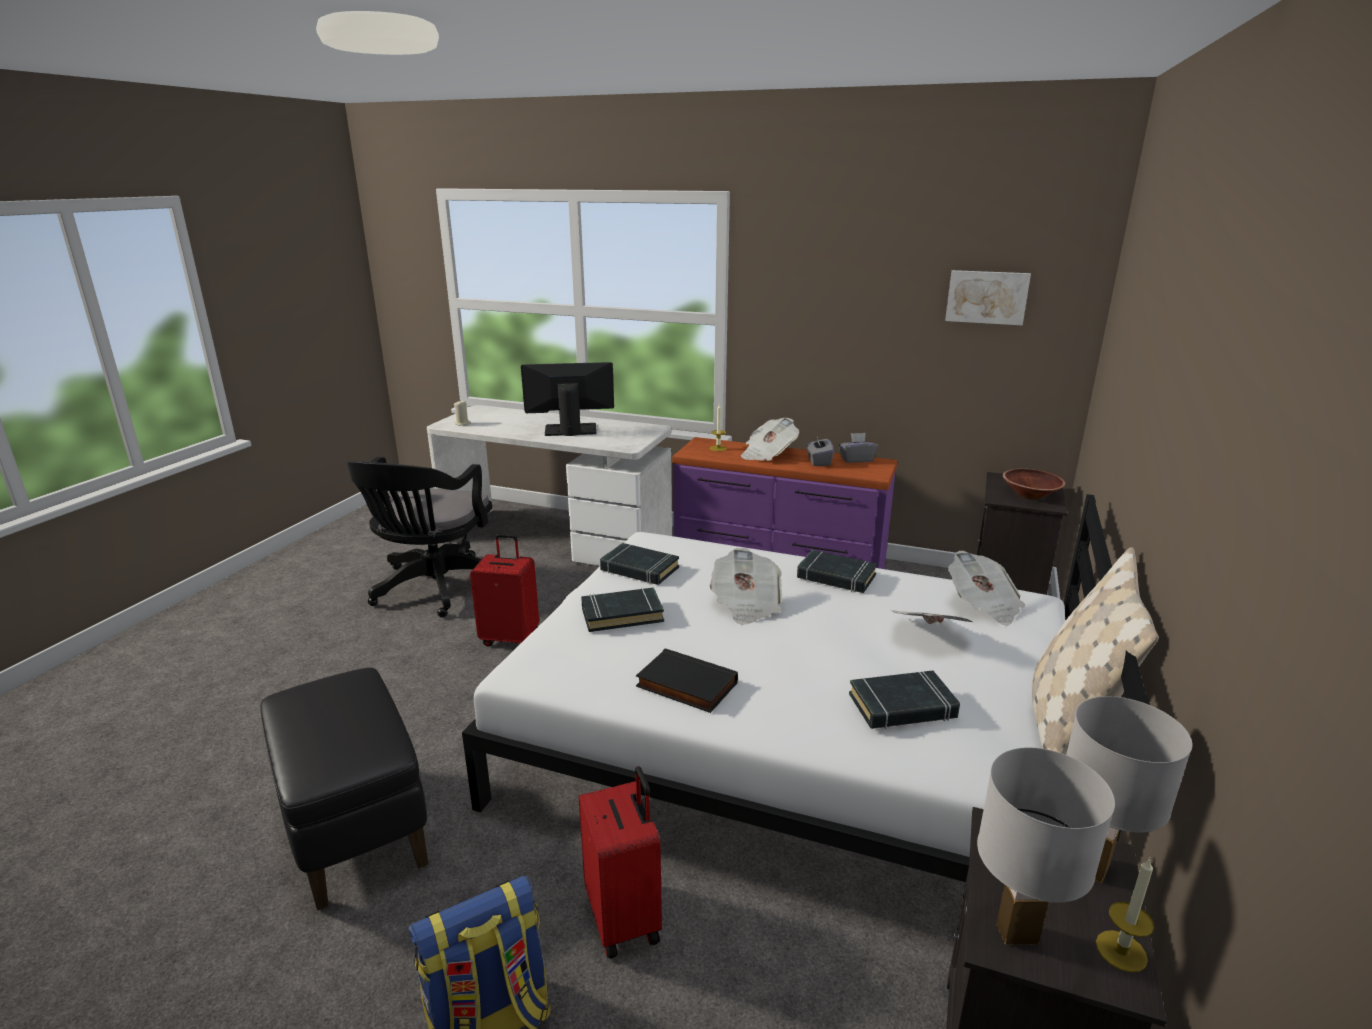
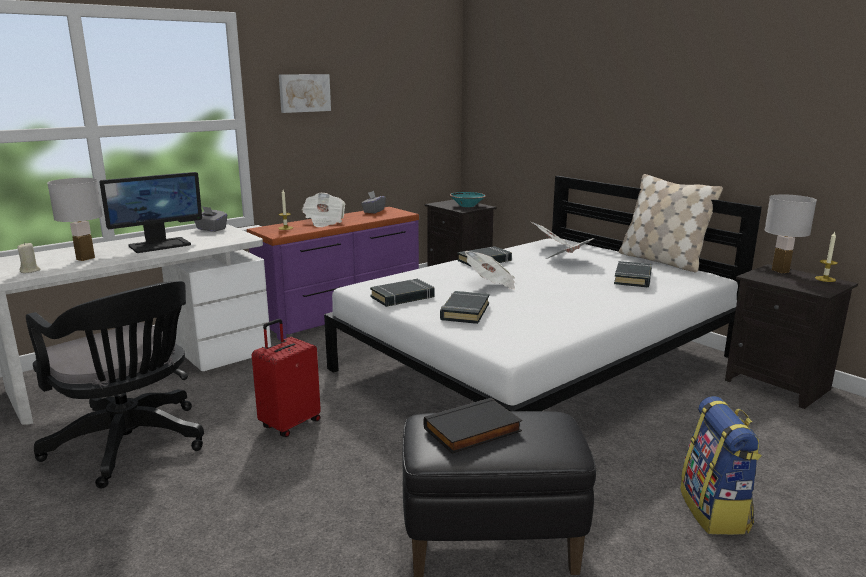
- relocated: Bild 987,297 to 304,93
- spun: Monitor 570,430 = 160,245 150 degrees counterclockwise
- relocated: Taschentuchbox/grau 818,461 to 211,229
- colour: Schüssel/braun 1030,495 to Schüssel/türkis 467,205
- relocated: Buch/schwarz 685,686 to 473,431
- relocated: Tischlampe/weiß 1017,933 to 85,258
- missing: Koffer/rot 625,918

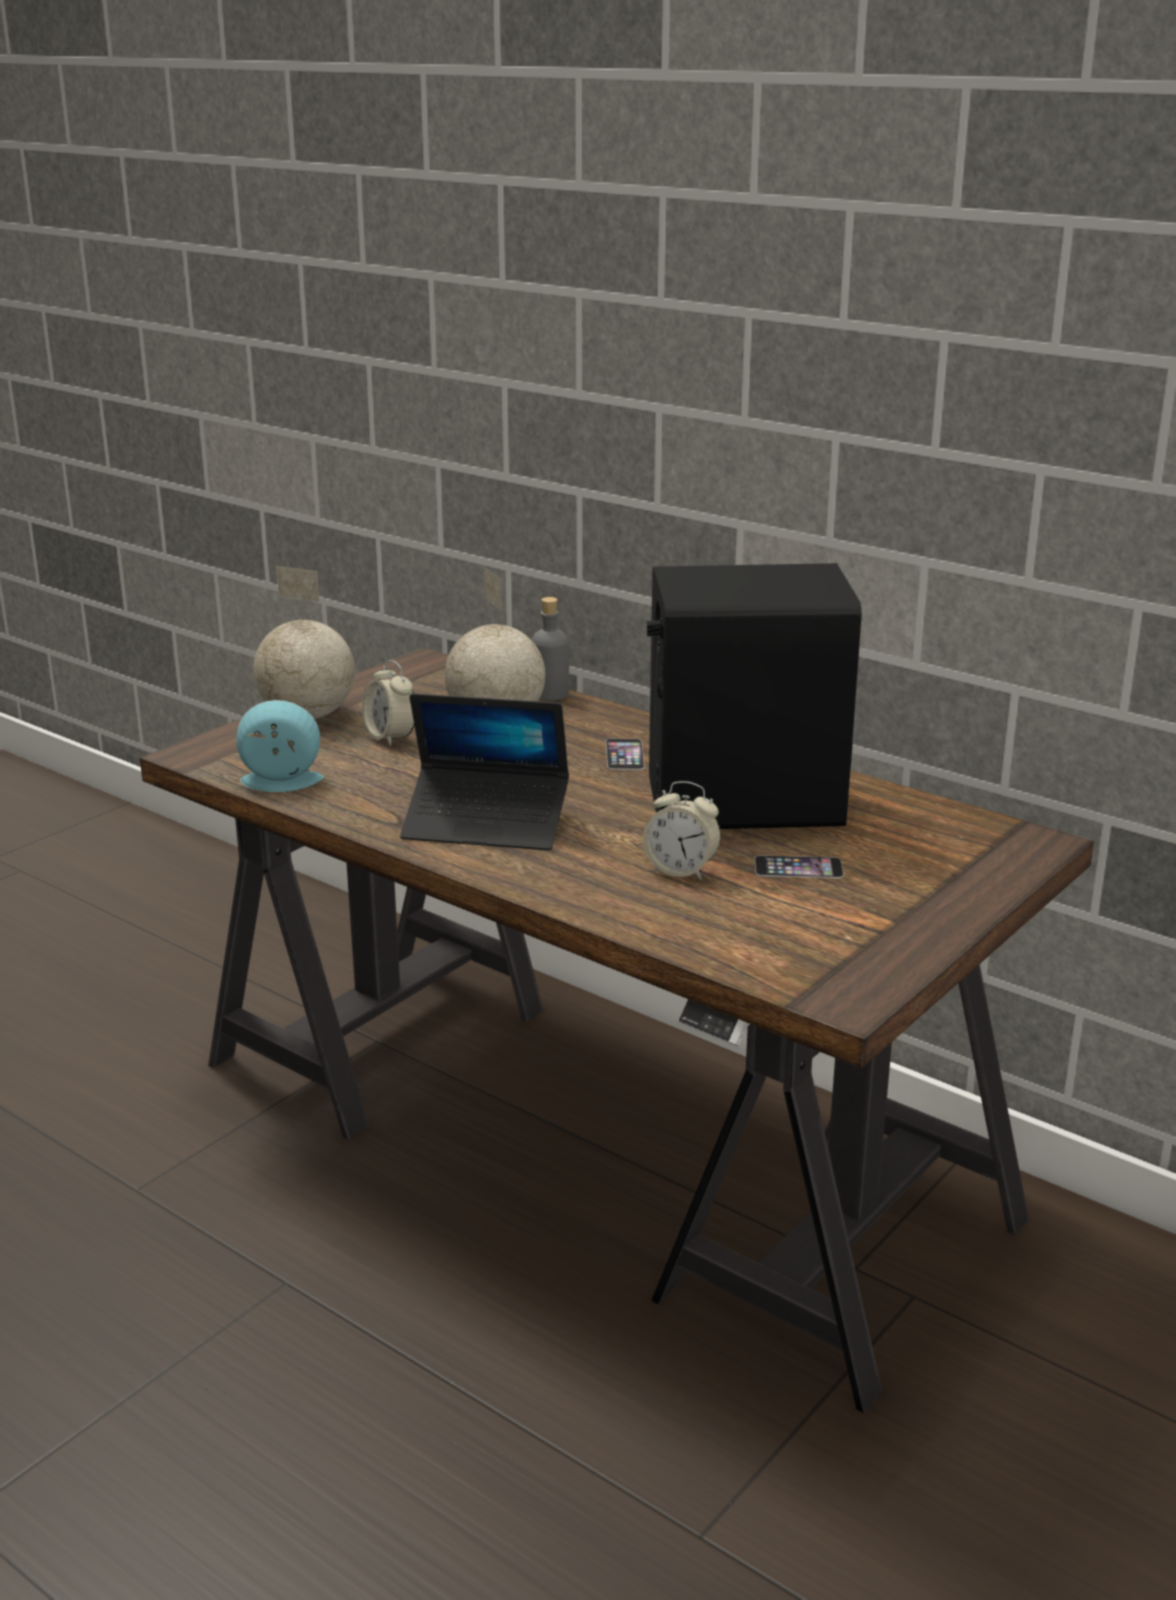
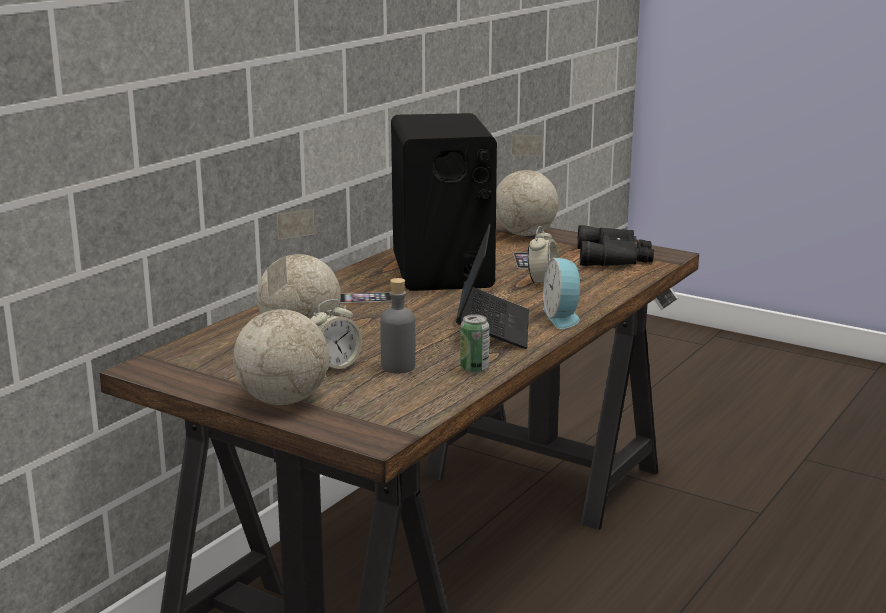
- relocated: Flasche/grau 550,694 to 398,367
- relocated: Wecker 280,783 to 563,317
- appeared: Globus 525,234
- appeared: Fernglas/schwarz 615,257
- appeared: Dose 474,369

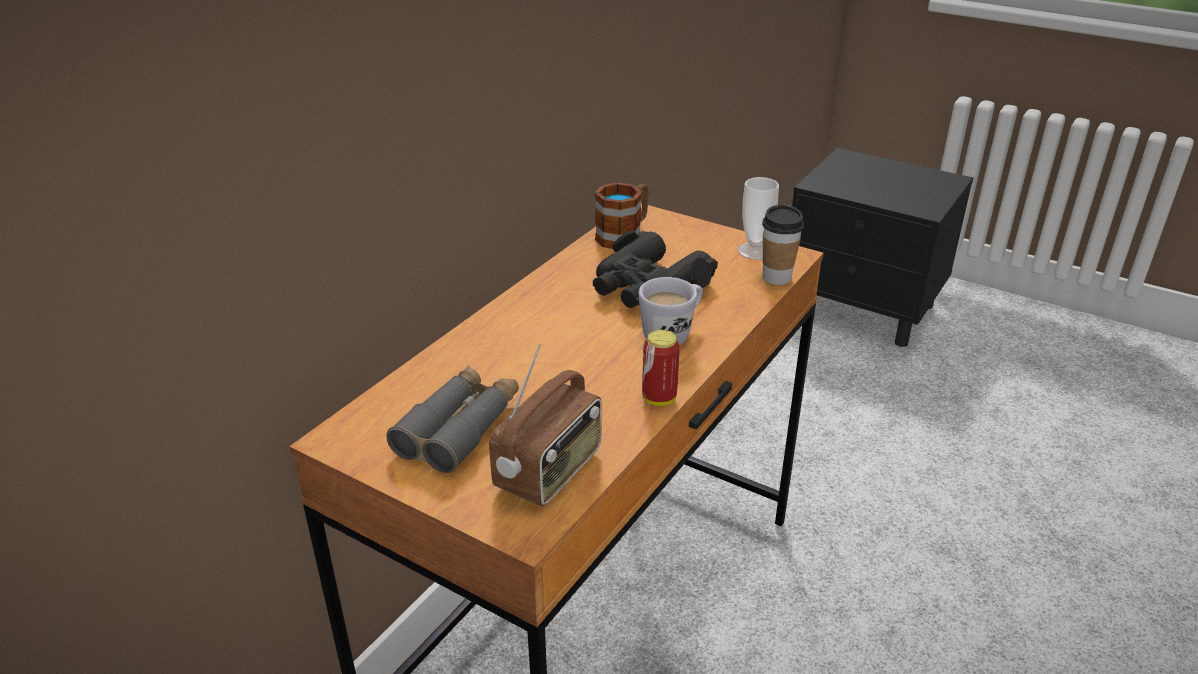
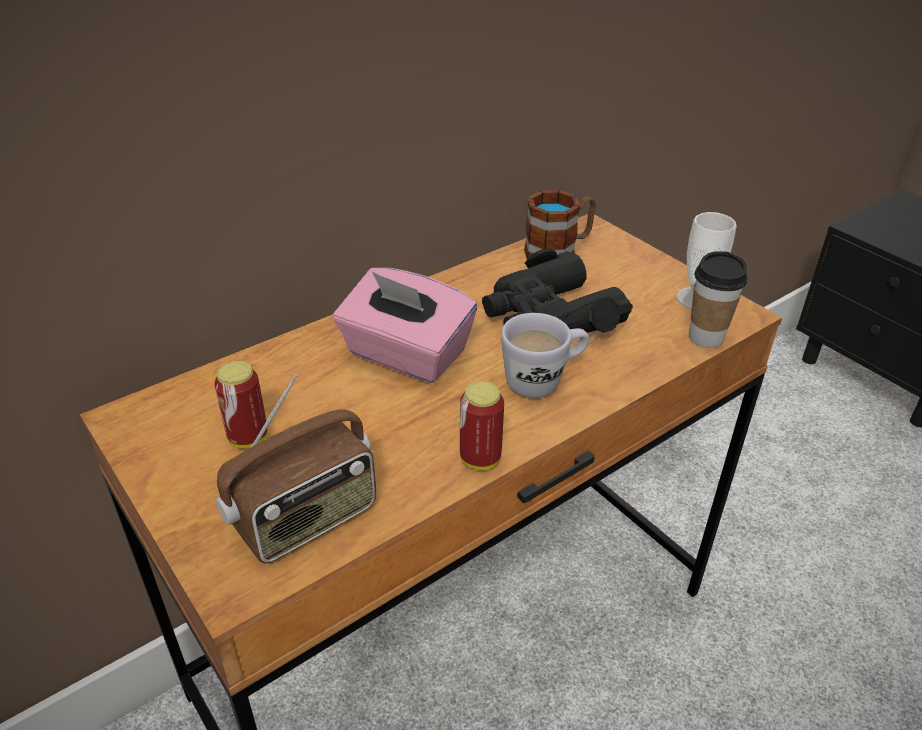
- exchanged: Fernglas/grau 459,428 to Dose 248,438
- appeared: Taschentuchbox/rosa 405,355

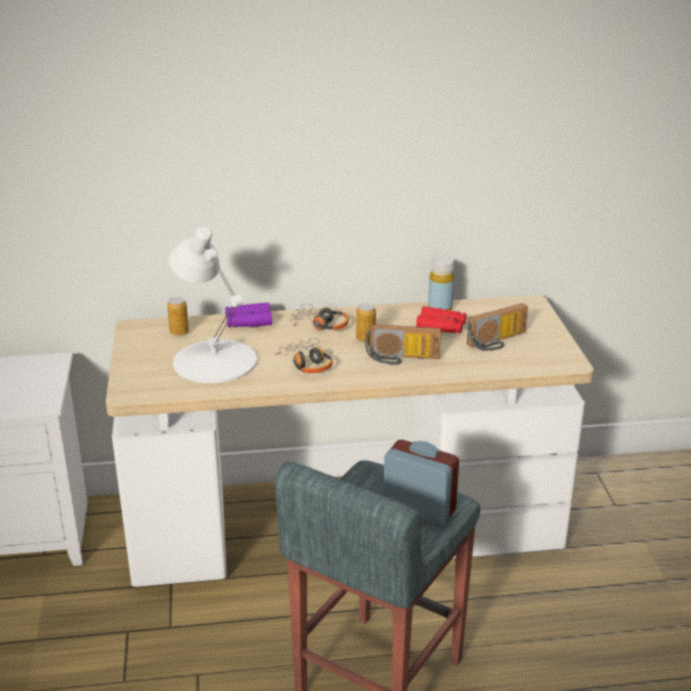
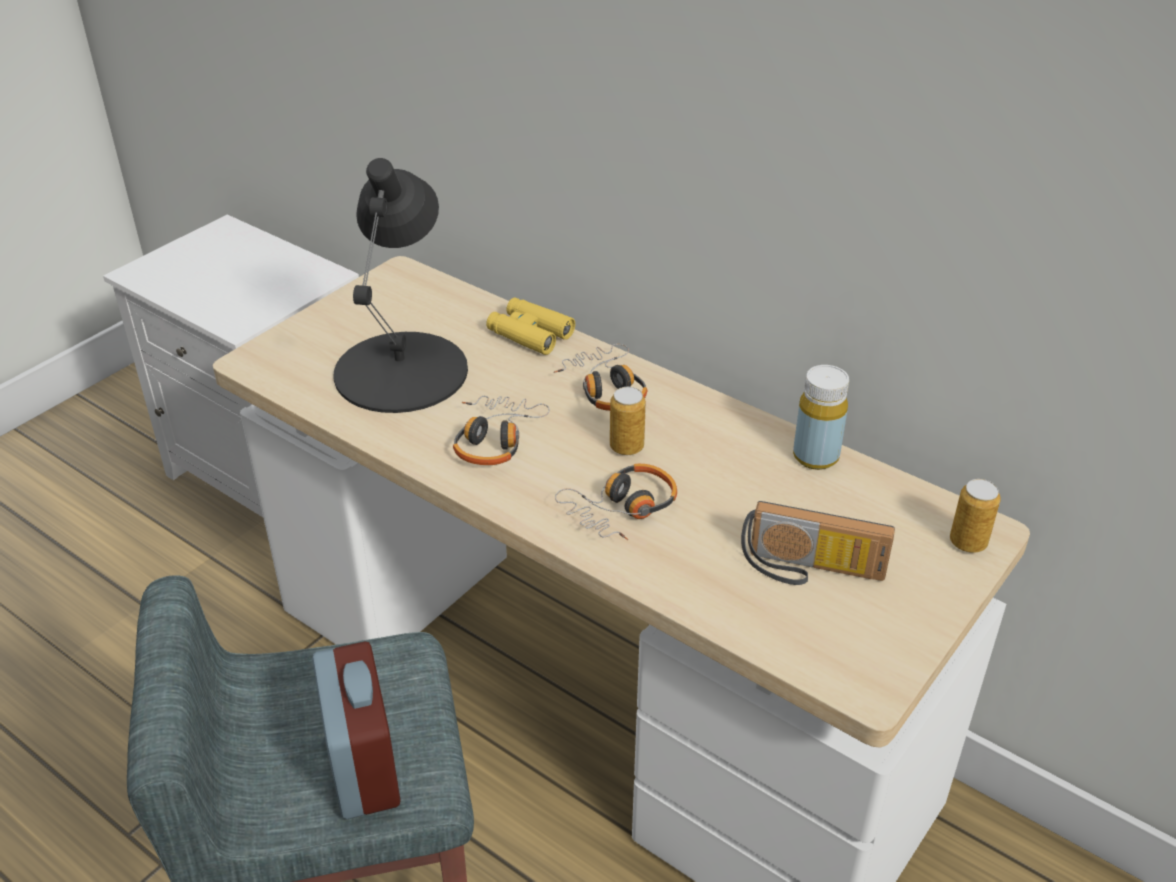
- colour: Tischlampe/weiß 215,360 to Tischlampe/schwarz 402,370
- relocated: Dose 179,332 to 968,542
- colour: Fernglas/lila 248,321 to Fernglas/gelb 530,334
- missing: Fernglas/rot 441,326
- exchanged: Radio 402,358 to Kopfhörer 622,510

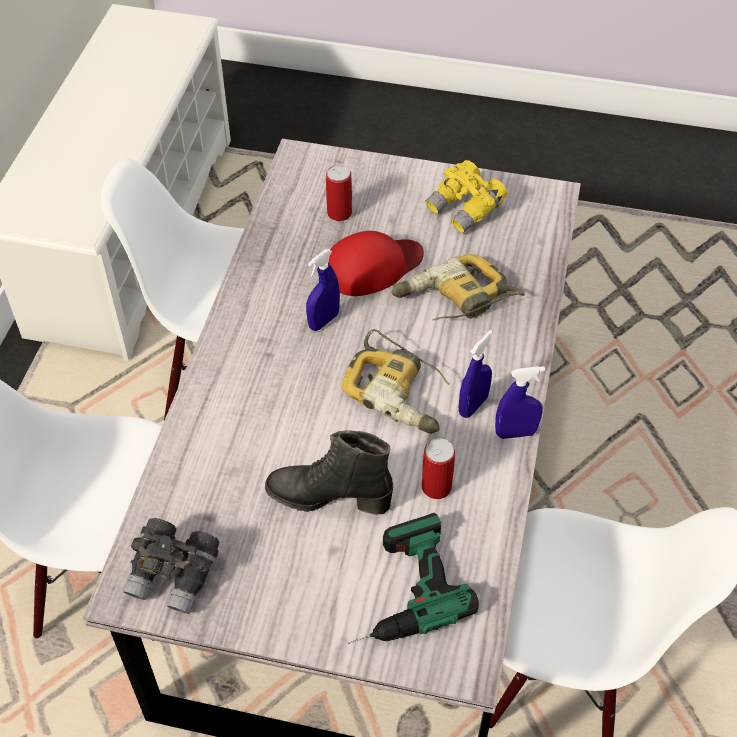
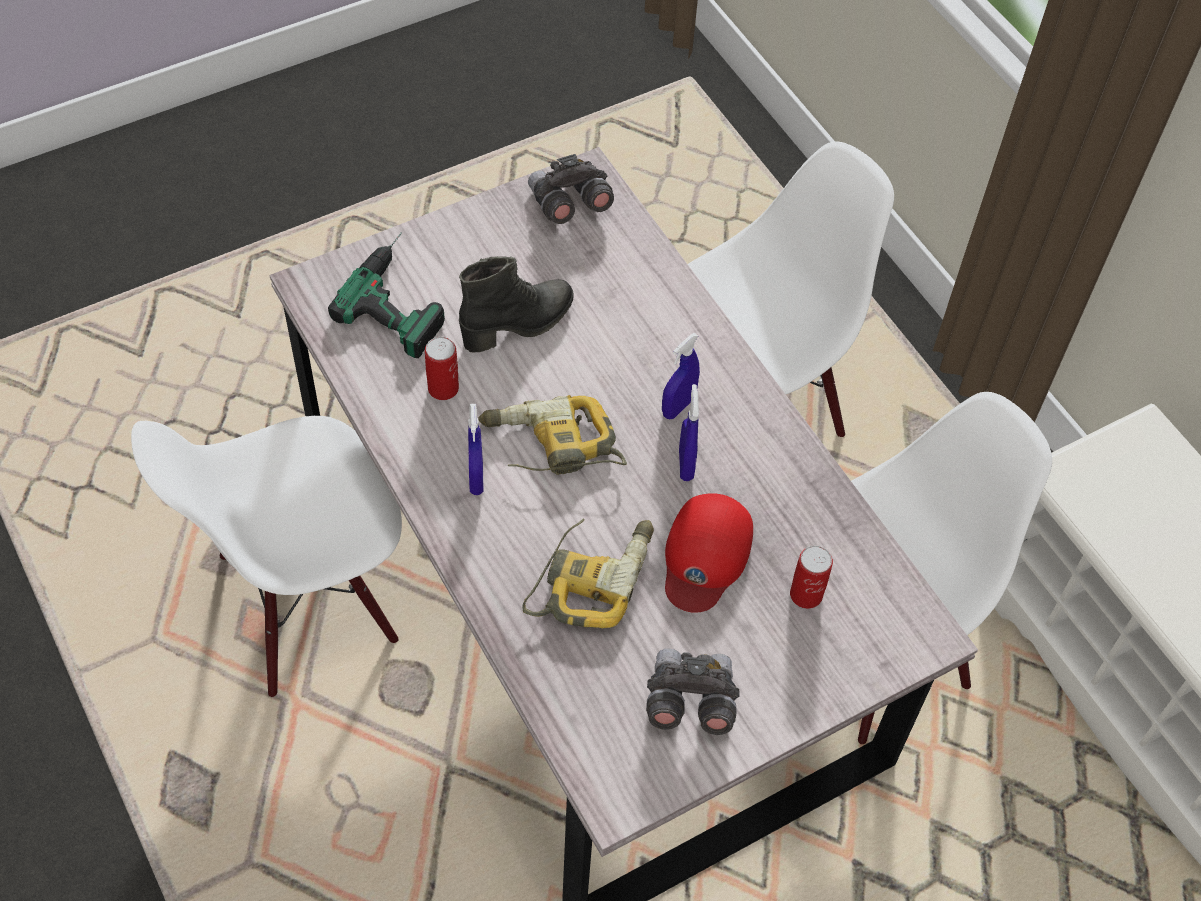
- colour: Fernglas/gelb 465,209 to Fernglas/grau 689,702
- relocated: Sprühflasche/blau 515,433 to 678,406

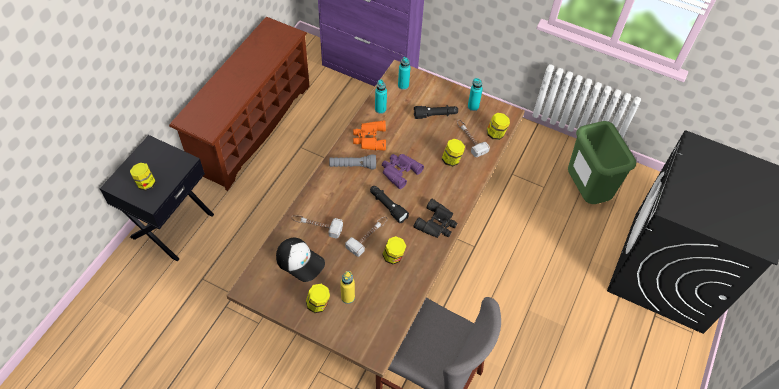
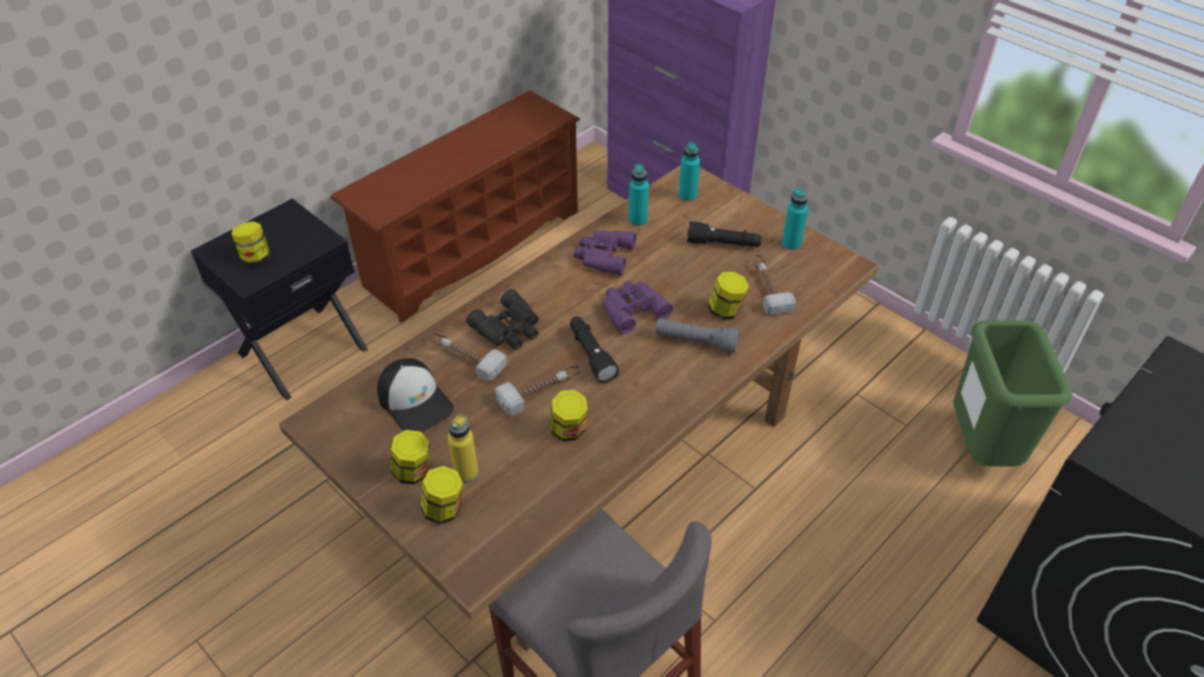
- relocated: Vorratsglas 496,134 to 444,509
- colour: Fernglas/orange 369,139 to Fernglas/lila 603,255
- relocated: Taschenlampe/grau 352,166 to 695,342
- relocated: Fernglas/schwarz 437,223 to 509,329

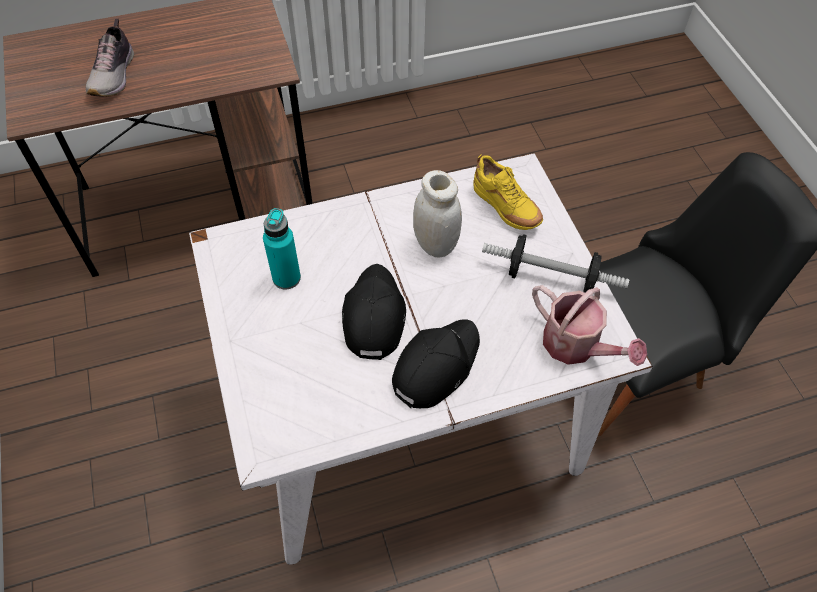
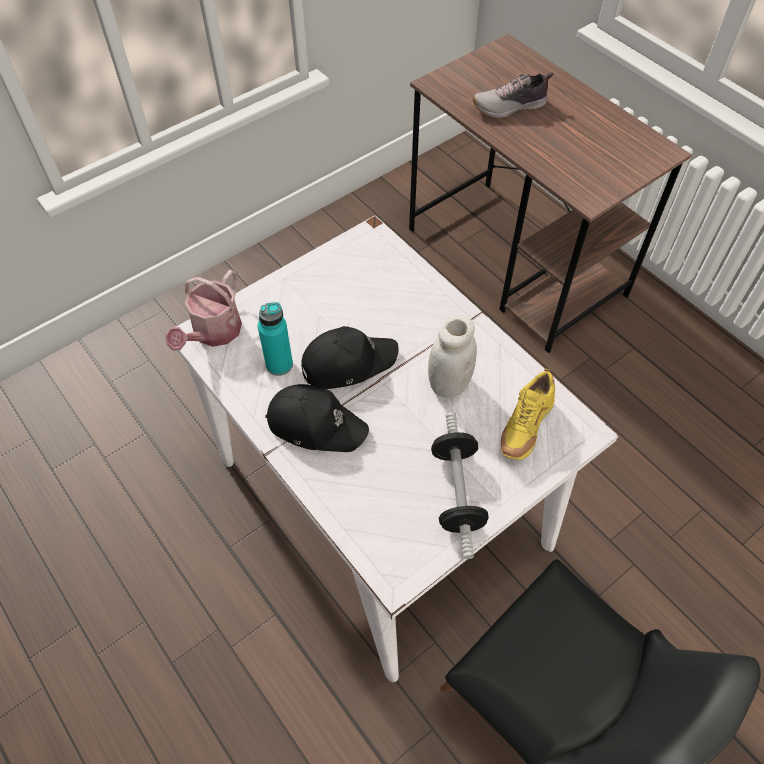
- relocated: Flasche/türkis 286,278 to 279,365
- relocated: Gießkanne 577,346 to 213,333

